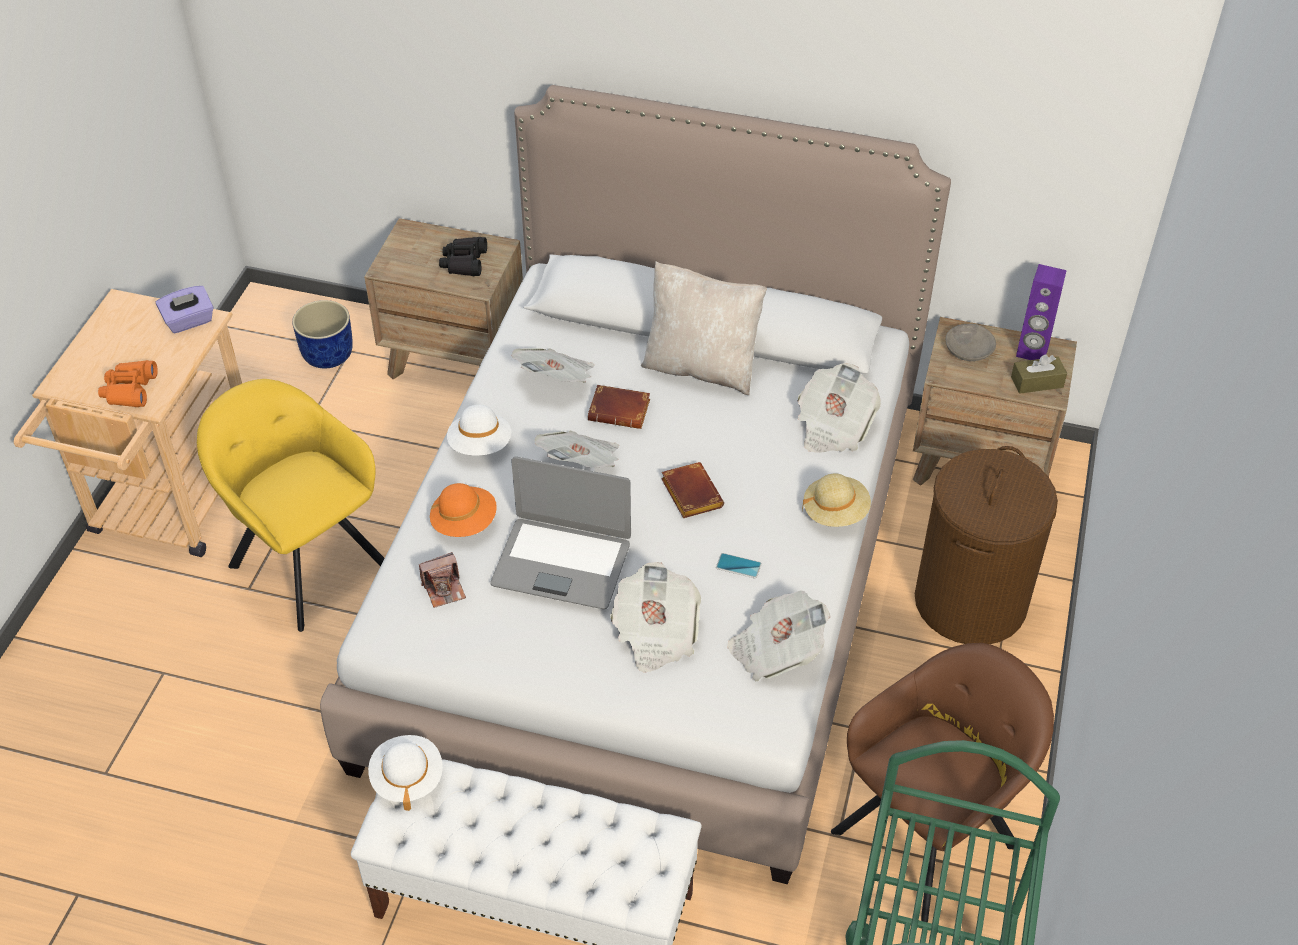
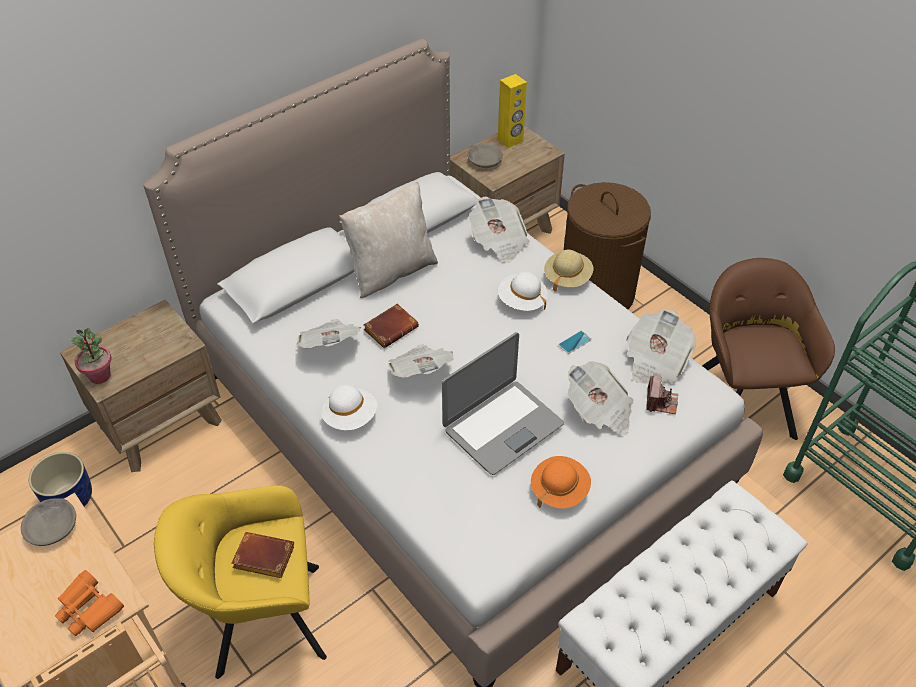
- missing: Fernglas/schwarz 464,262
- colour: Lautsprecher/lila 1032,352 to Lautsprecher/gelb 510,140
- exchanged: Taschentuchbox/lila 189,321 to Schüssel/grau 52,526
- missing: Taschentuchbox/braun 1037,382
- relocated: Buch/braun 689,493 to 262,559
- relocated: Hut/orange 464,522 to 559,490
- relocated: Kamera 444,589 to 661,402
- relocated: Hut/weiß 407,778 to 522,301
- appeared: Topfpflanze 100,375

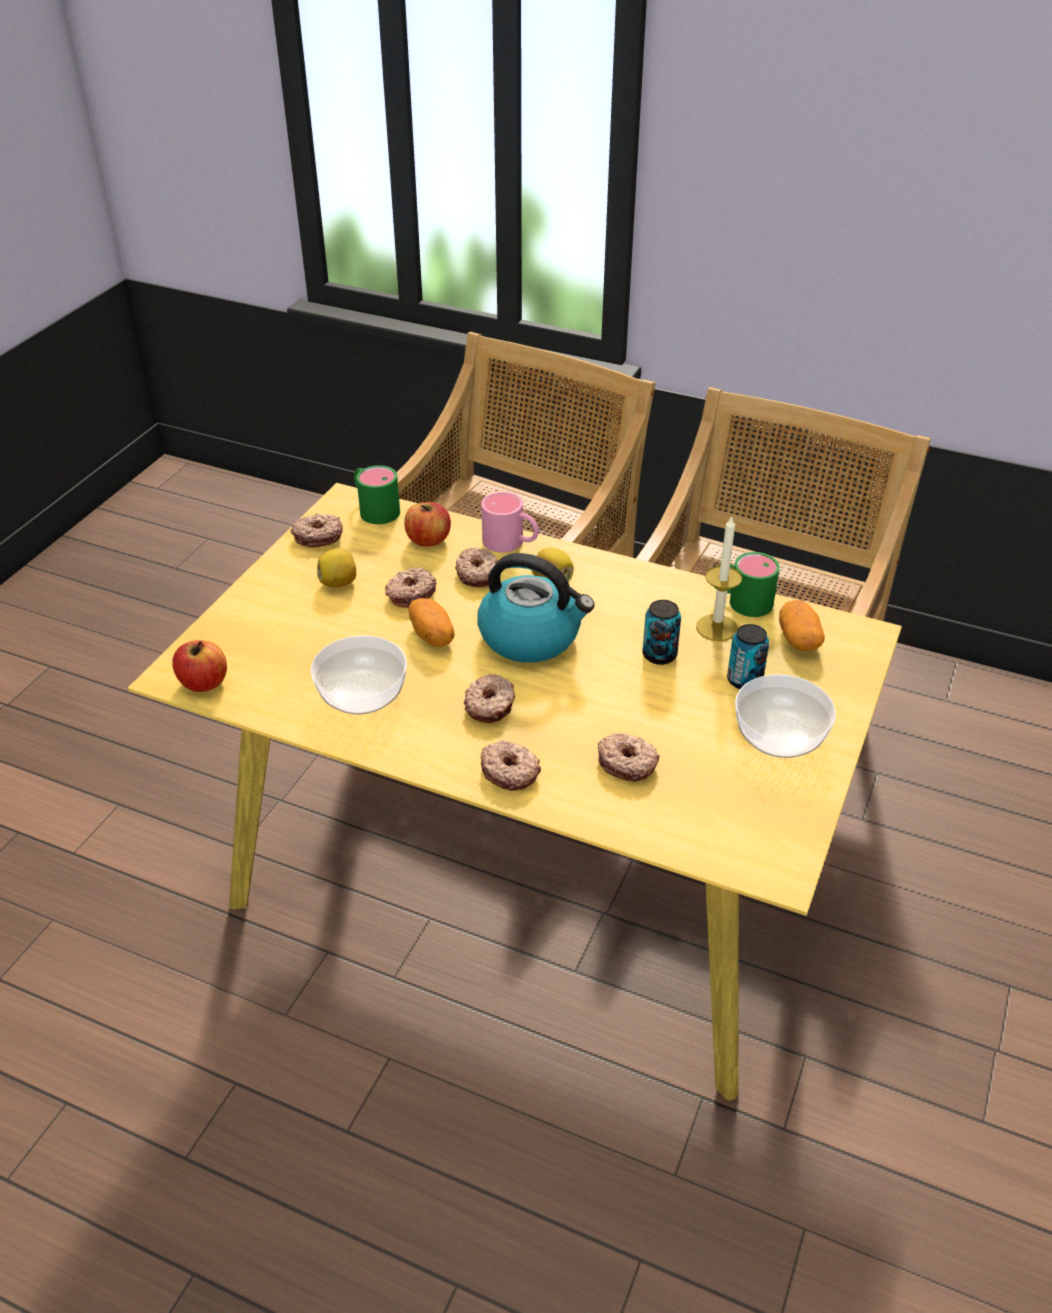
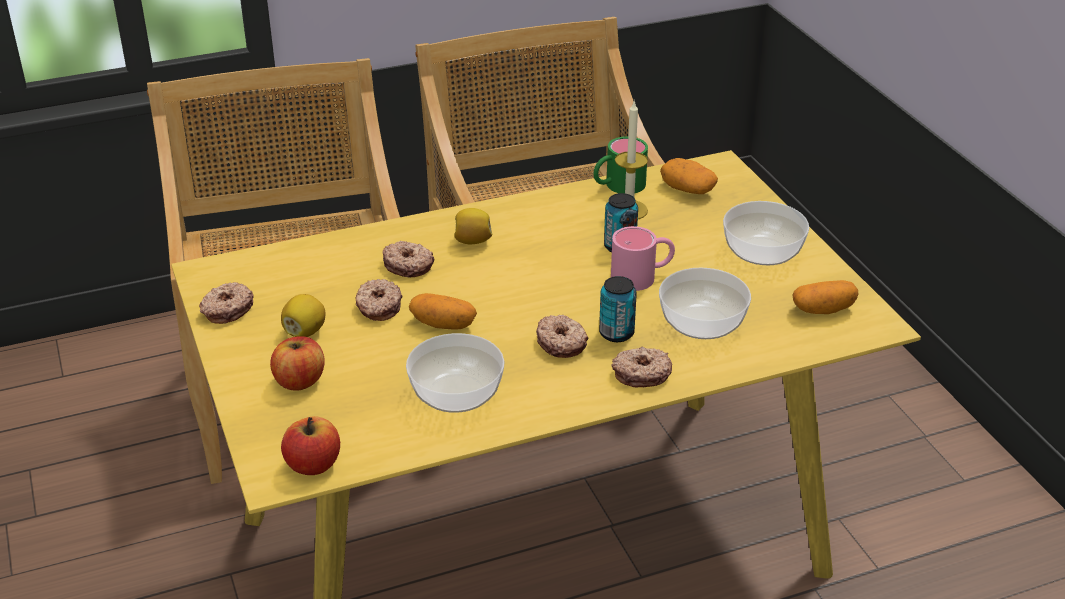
- missing: Henkelbecher/grün 374,508
- relocated: Henkelbecher/rosa 511,543 to 642,276
- relocated: Apfel 428,540 to 299,381
- missing: Wasserkessel 531,637
- relocated: Dose 744,680 to 616,333
- exchanged: Donut 627,763 to Schüssel 703,322
- appeared: Kartoffel 823,310

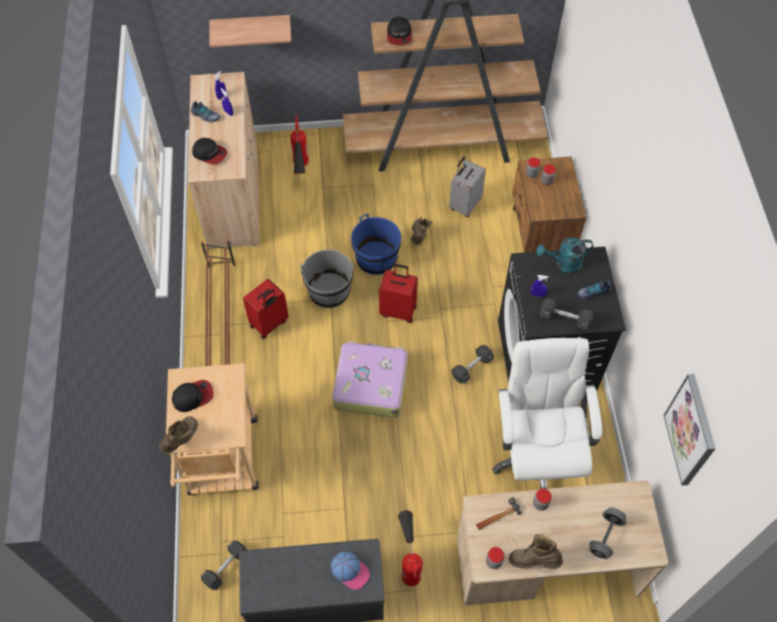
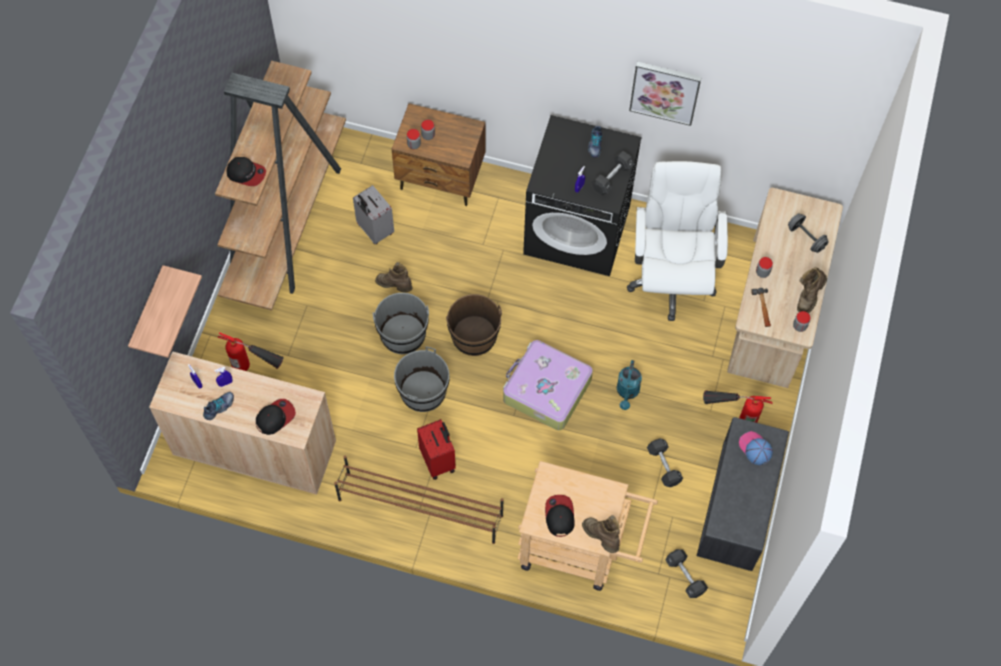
- colour: Eimer/blau 376,258 to Eimer/grau 403,334
- relocated: Gießkanne/türkis 563,264 to 627,392
- exchanged: Koffer/rot 398,310 to Eimer/braun 474,336
- spun: Bürostuhl/weiß 536,454 = 671,278 75 degrees clockwise
- relocated: Hantel/schwarz 472,368 to 664,466
- relocated: Bild 691,430 to 665,92
- spun: Kappe 350,571 = 755,449 90 degrees counterclockwise

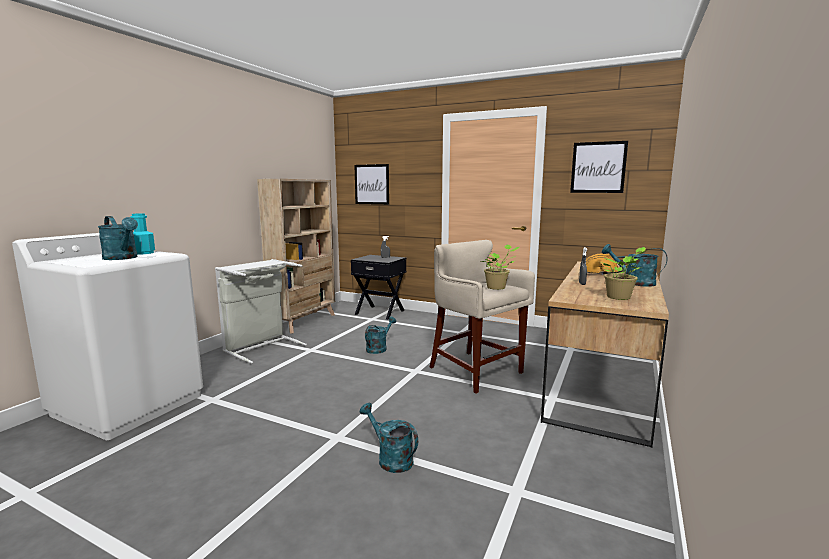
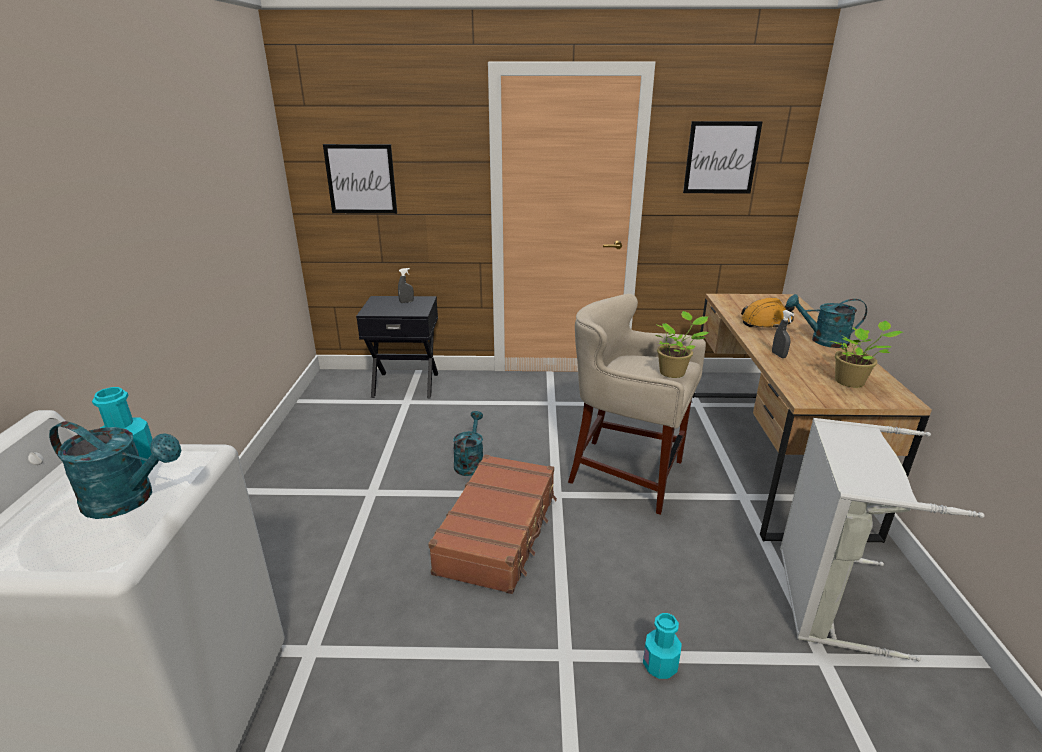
- missing: Bücherregal/beige 304,321
- relocated: Wäschekorb/grau 261,347 to 824,597
- exchanged: Gießkanne/türkis 390,458 to Flasche/türkis 660,665
- appeared: Koffer/braun 499,532

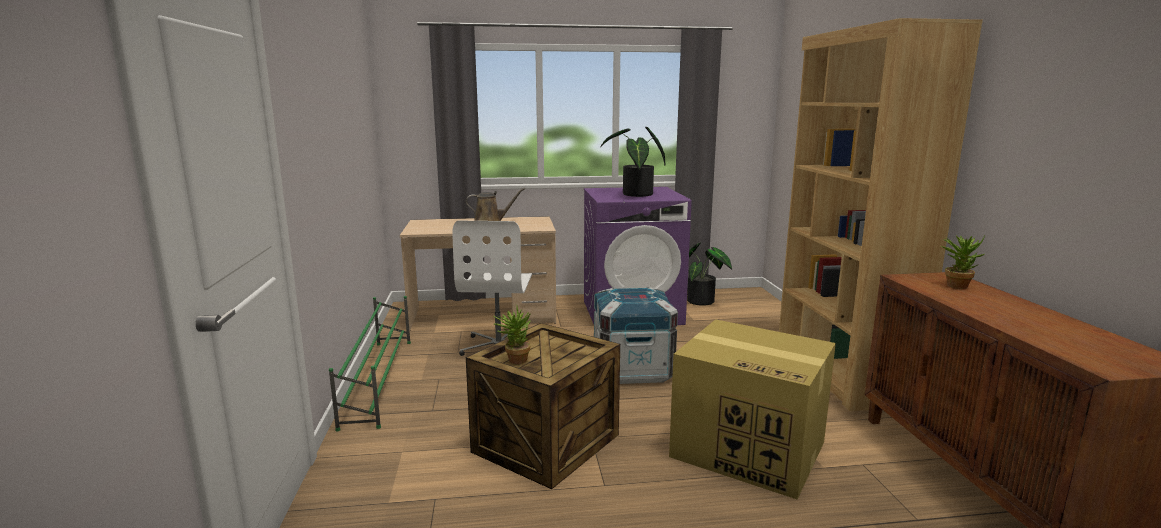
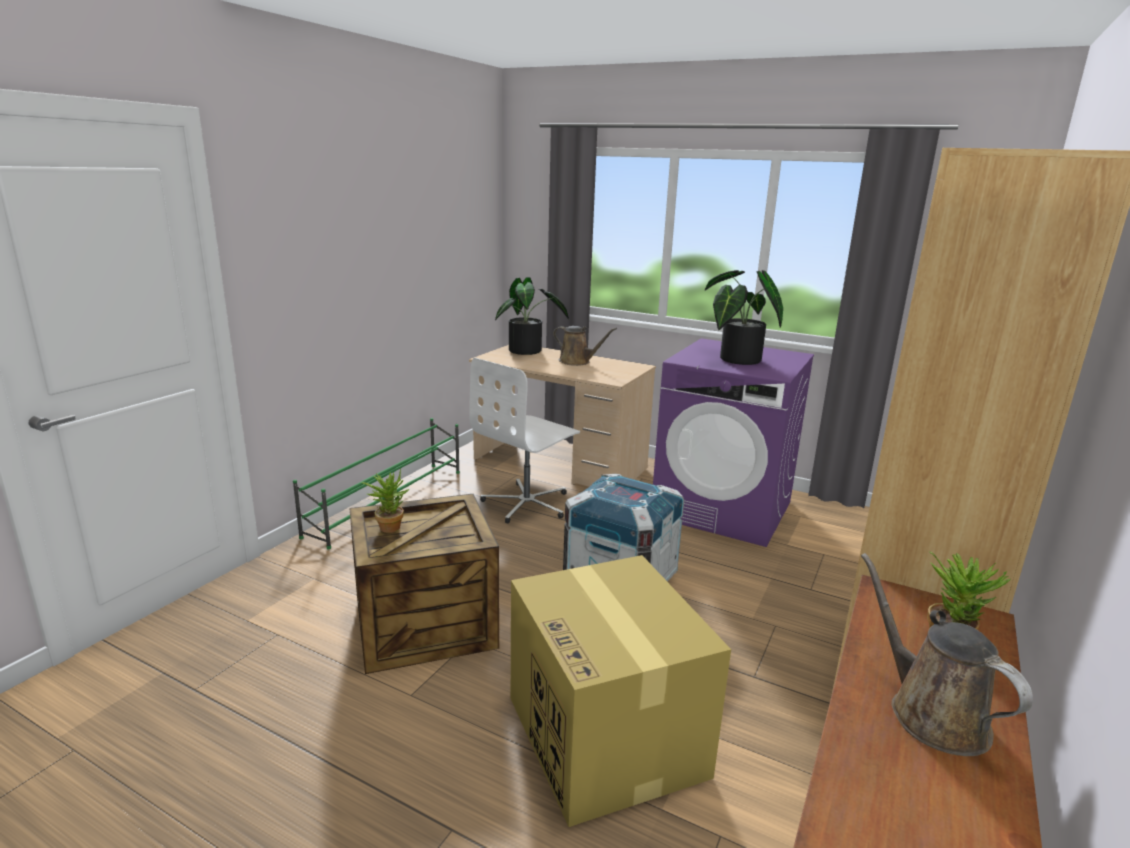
- relocated: Topfpflanze 703,301 to 529,351
- appeared: Gießkanne/braun 930,712

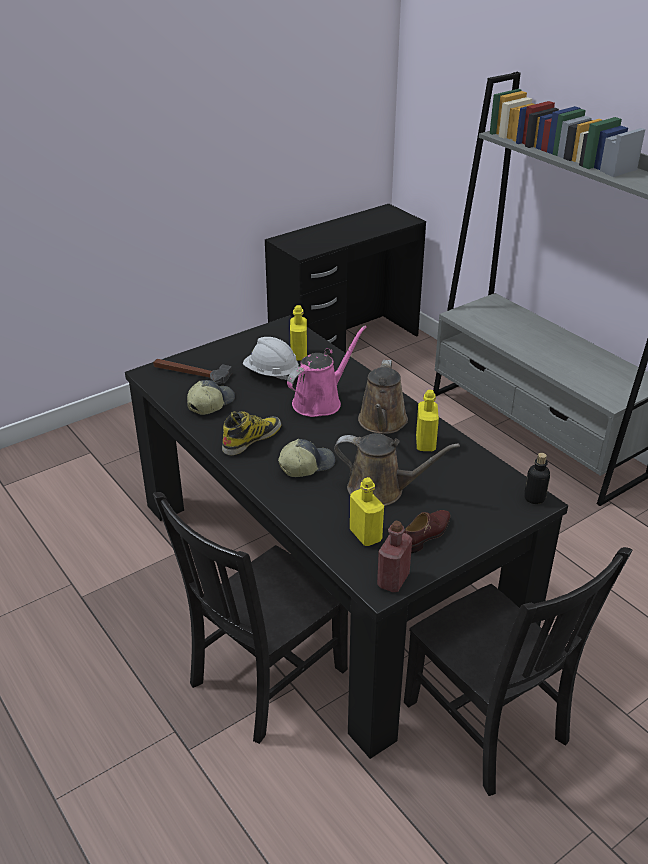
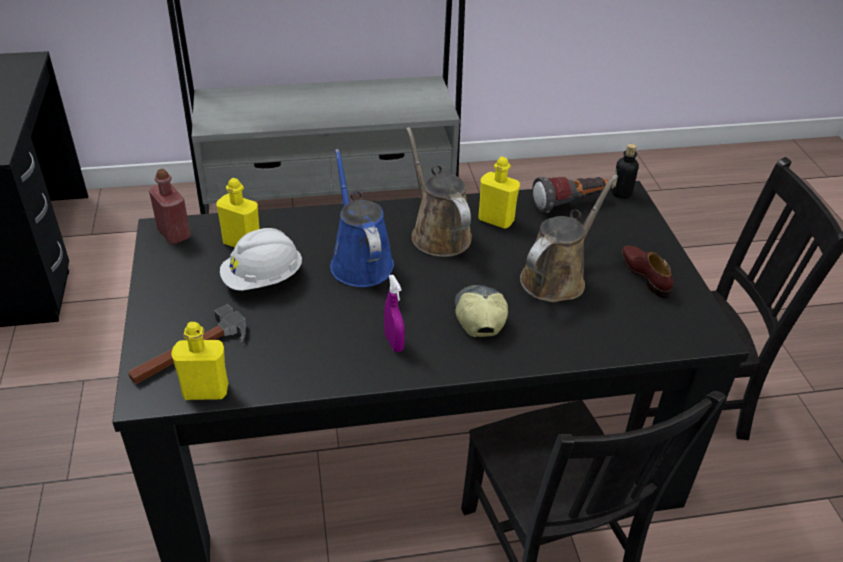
- colour: Gießkanne/rosa 320,401 to Gießkanne/blau 359,261
- spun: Gießkanne/braun 382,423 = 438,233 150 degrees counterclockwise
- missing: Kappe 210,403
- exchanged: Stiefel 251,439 to Sprühflasche/lila 394,342
- relocated: Flasche/gelb 365,535 to 205,391
- relocated: Flasche/rot 393,580 to 174,234
- appeared: Taschenlampe 569,204

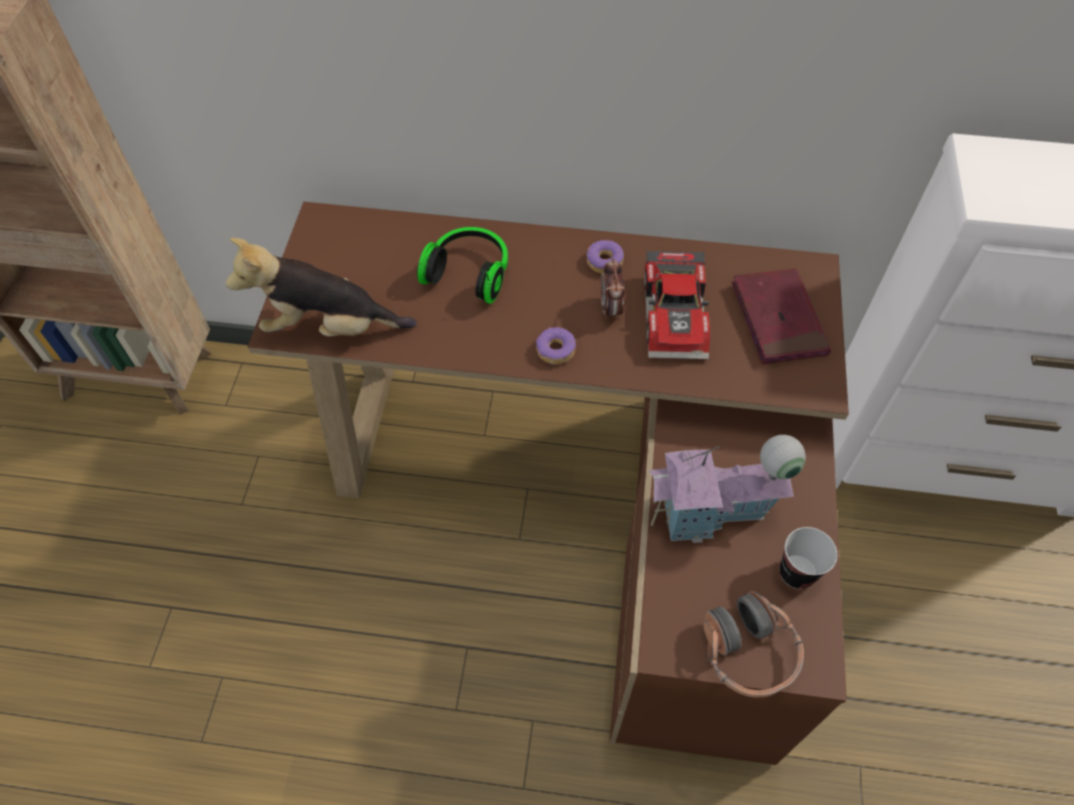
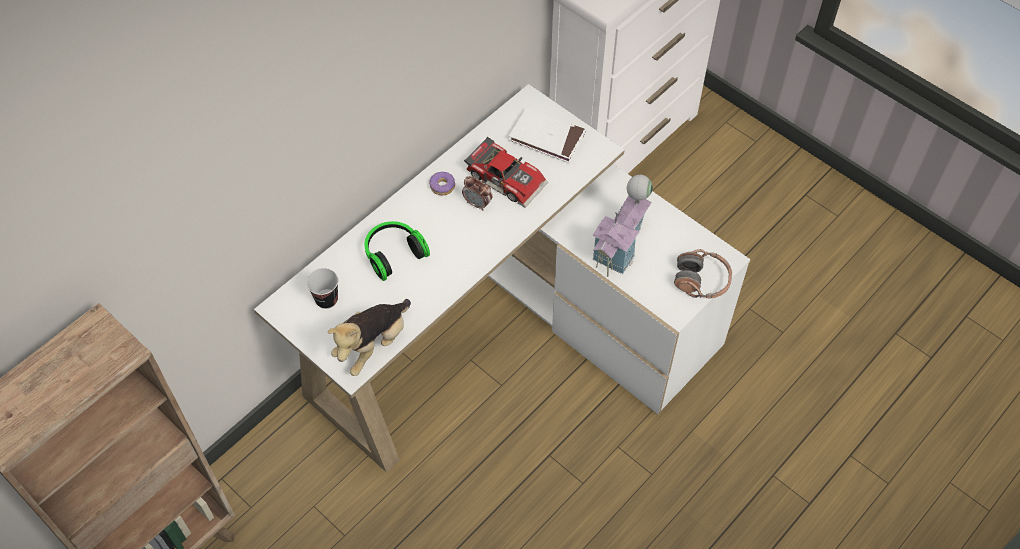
- colour: Schreibtisch/braun 589,502 to Schreibtisch/weiß 507,332
- colour: Buch/rot 778,319 to Buch/weiß 547,137
- missing: Donut 555,350
- relocated: Tasse 797,573 to 326,299

